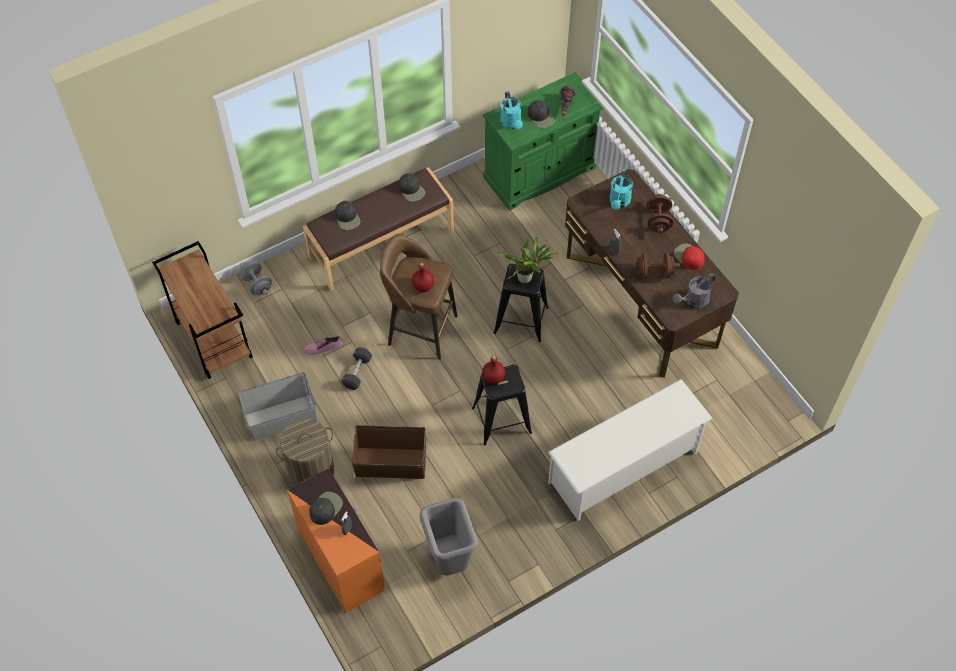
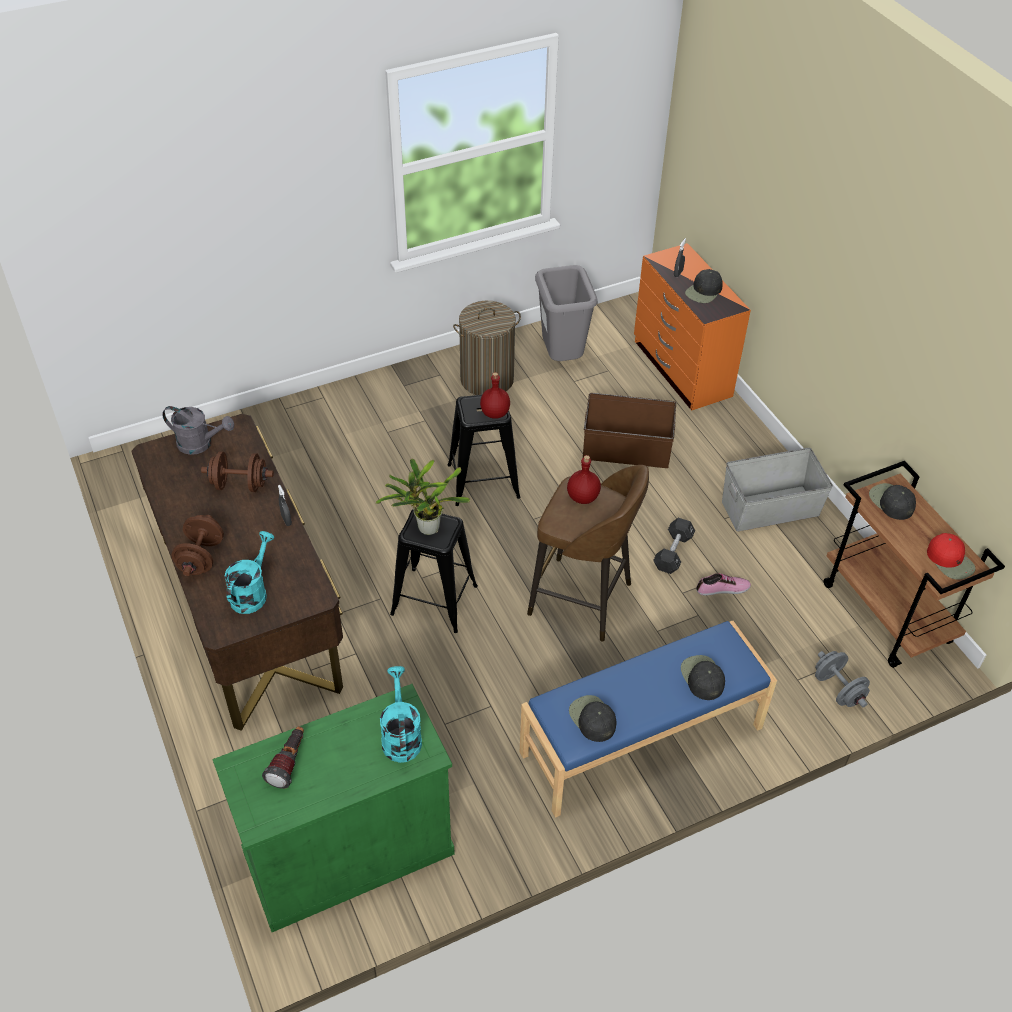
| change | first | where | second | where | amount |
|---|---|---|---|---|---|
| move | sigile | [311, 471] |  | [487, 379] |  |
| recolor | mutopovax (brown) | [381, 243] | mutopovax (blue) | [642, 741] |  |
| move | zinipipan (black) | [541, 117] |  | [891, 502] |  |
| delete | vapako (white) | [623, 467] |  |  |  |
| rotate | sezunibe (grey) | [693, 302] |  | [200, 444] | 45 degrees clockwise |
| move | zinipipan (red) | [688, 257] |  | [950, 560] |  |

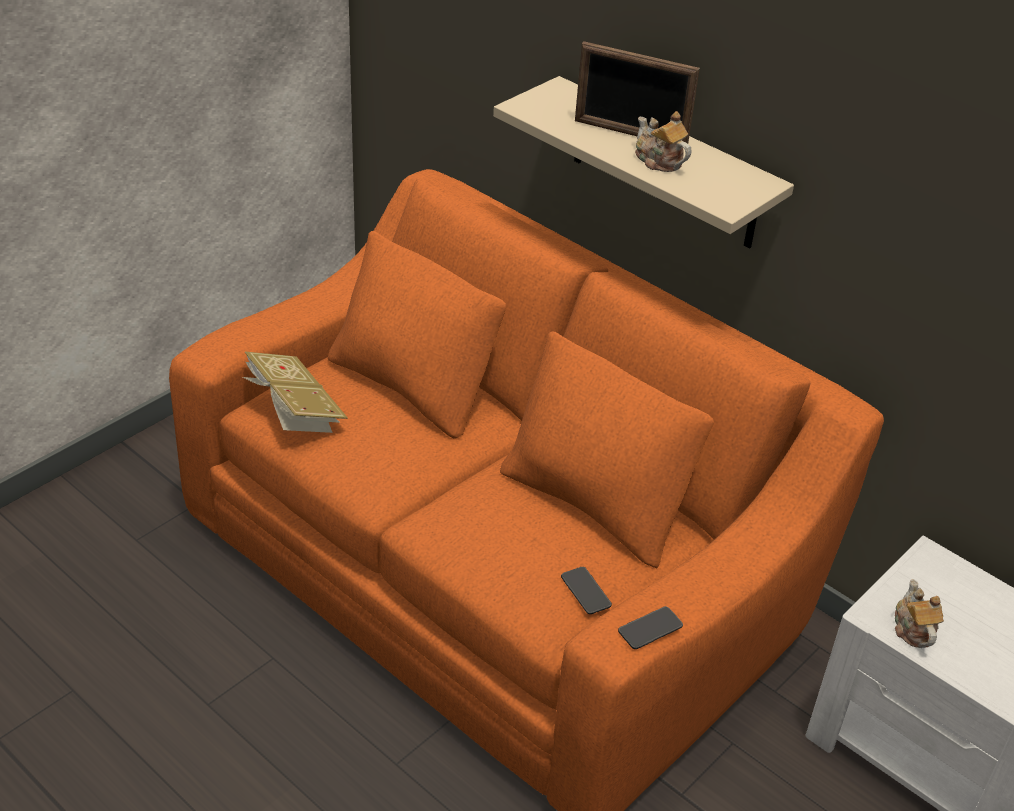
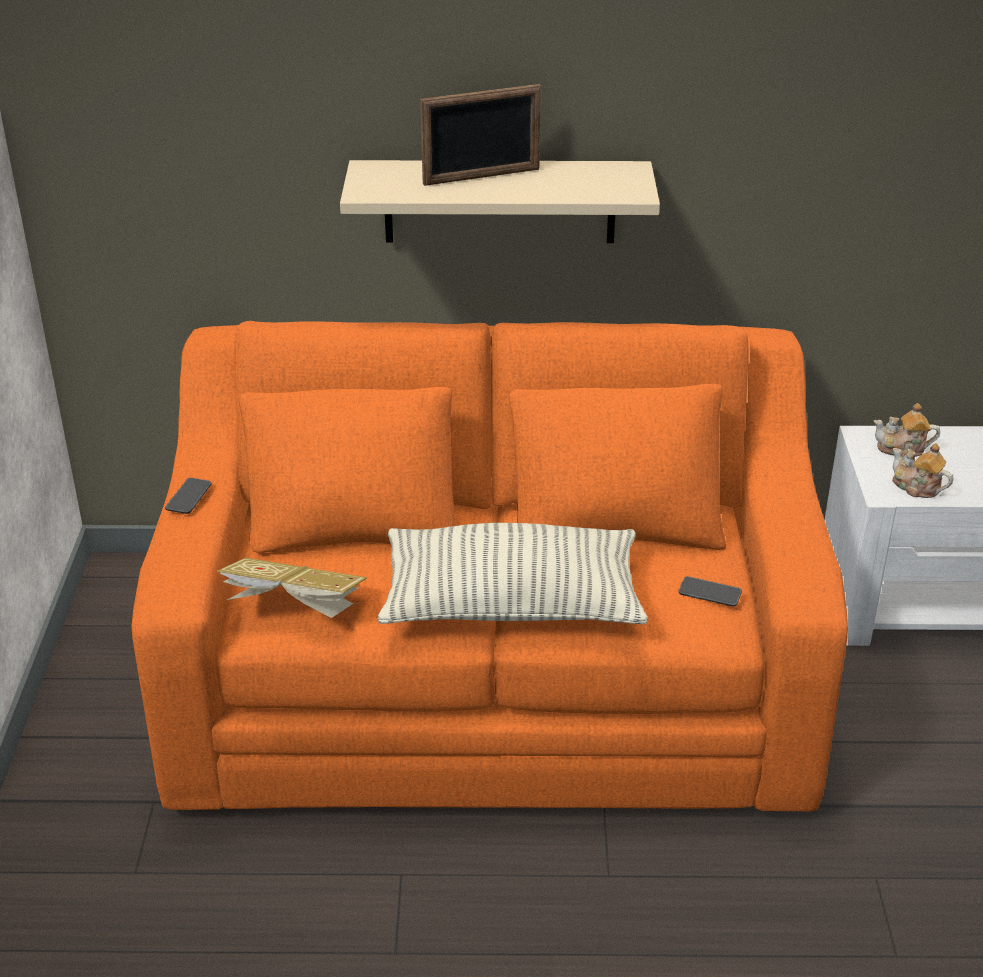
| change | first | where | second | where | amount |
|---|---|---|---|---|---|
| move | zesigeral | [650, 629] |  | [188, 497] |  |
| move | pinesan | [658, 161] |  | [902, 449] |  |
| insert |  |  | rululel | [512, 605] |  |

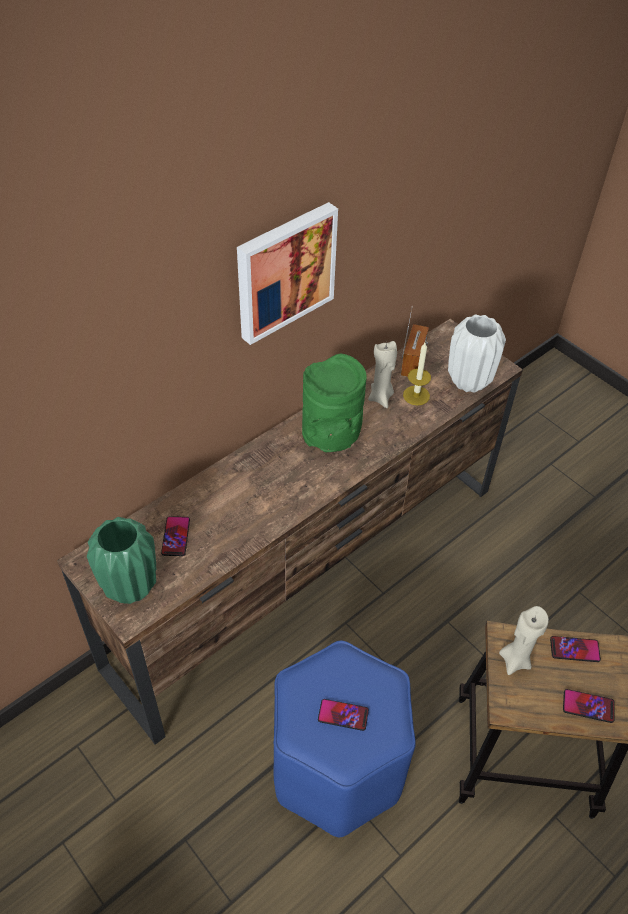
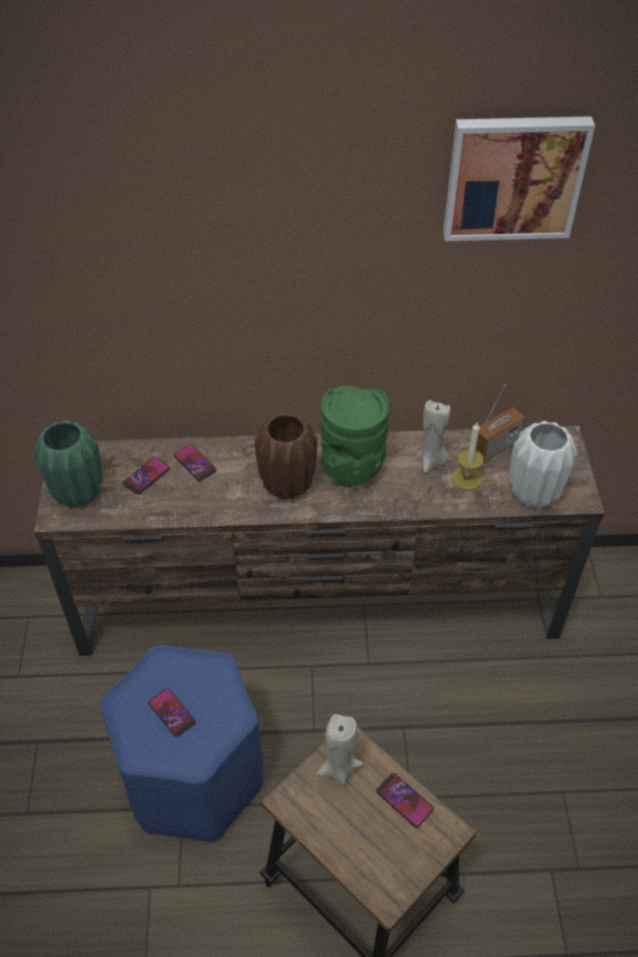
| change | first | where | second | where | amount |
|---|---|---|---|---|---|
| move | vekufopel | [284, 271] |  | [513, 176] |  |
| move | zesigeral | [588, 706] |  | [195, 463] |  |
| insert |  |  | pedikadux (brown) | [288, 486] |  |

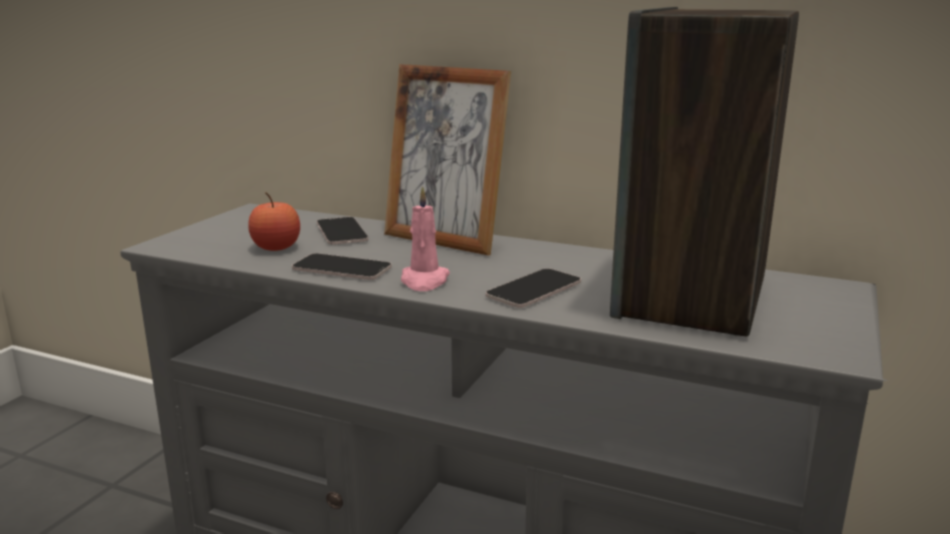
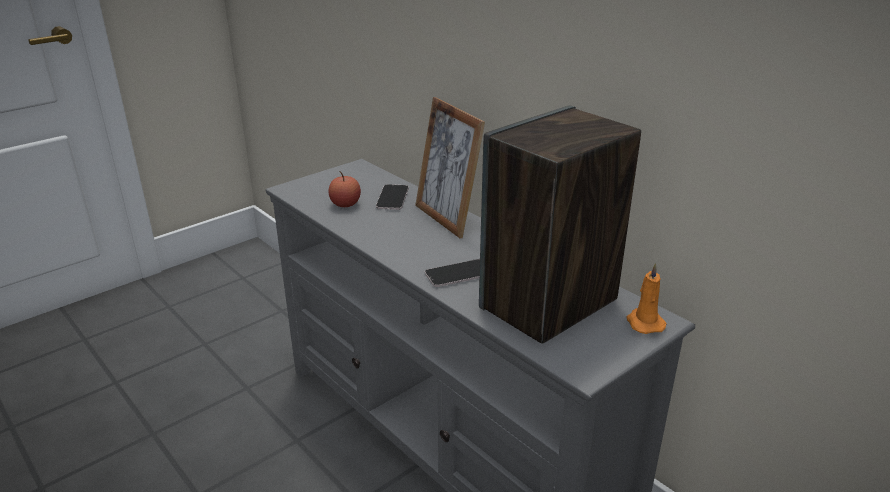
| change | first | where | second | where | amount |
|---|---|---|---|---|---|
| delete | zesigeral | [342, 268] |  |  |  |
| delete | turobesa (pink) | [424, 281] |  |  |  |
| insert |  |  | turobesa (orange) | [644, 322] |  |

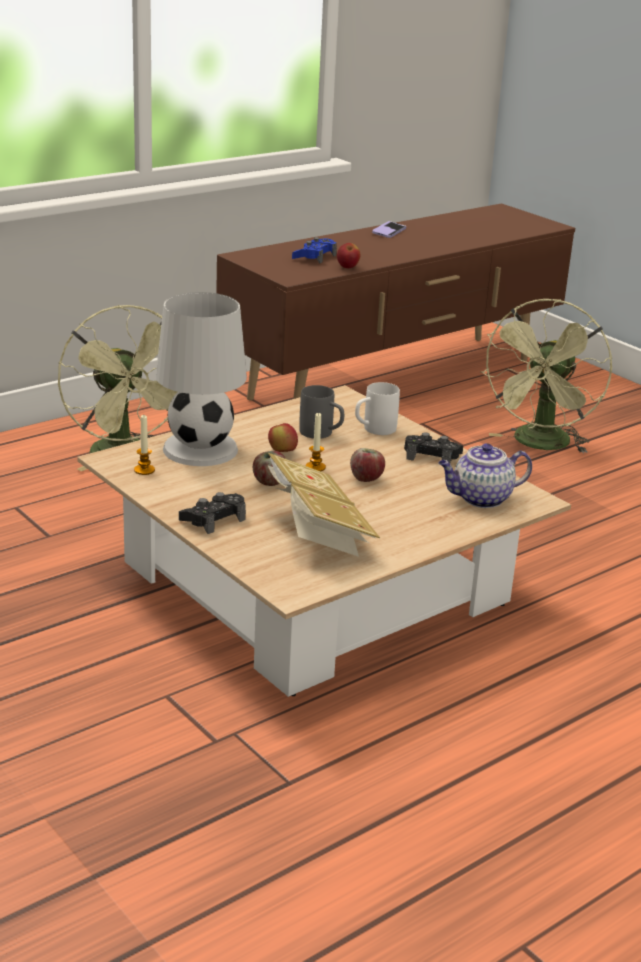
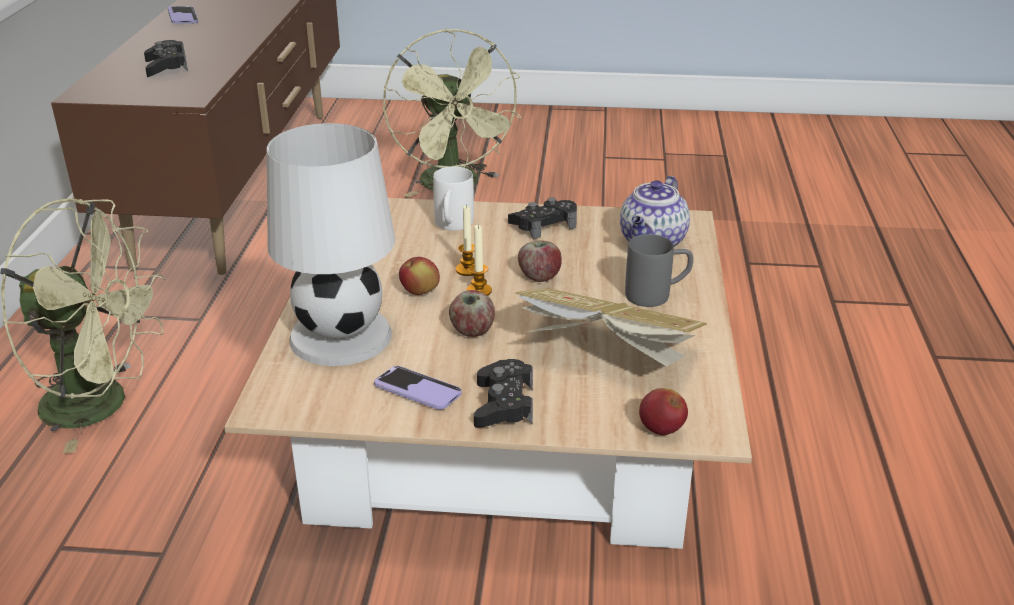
| change | first | where | second | where | amount |
|---|---|---|---|---|---|
| move | turobesa | [144, 470] |  | [467, 270] |  |
| recolor | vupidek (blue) | [314, 257] | vupidek (black) | [166, 67] |  |
| move | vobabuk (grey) | [322, 434] |  | [657, 295] |  |
| move | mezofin | [347, 267] |  | [661, 430] |  |
| insert |  |  | zesigeral | [418, 390] |  |

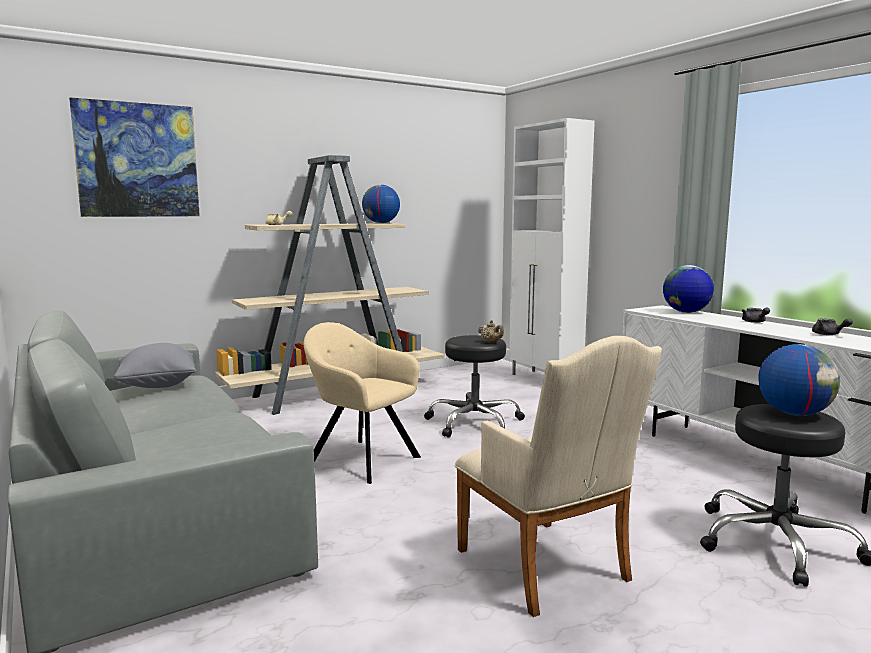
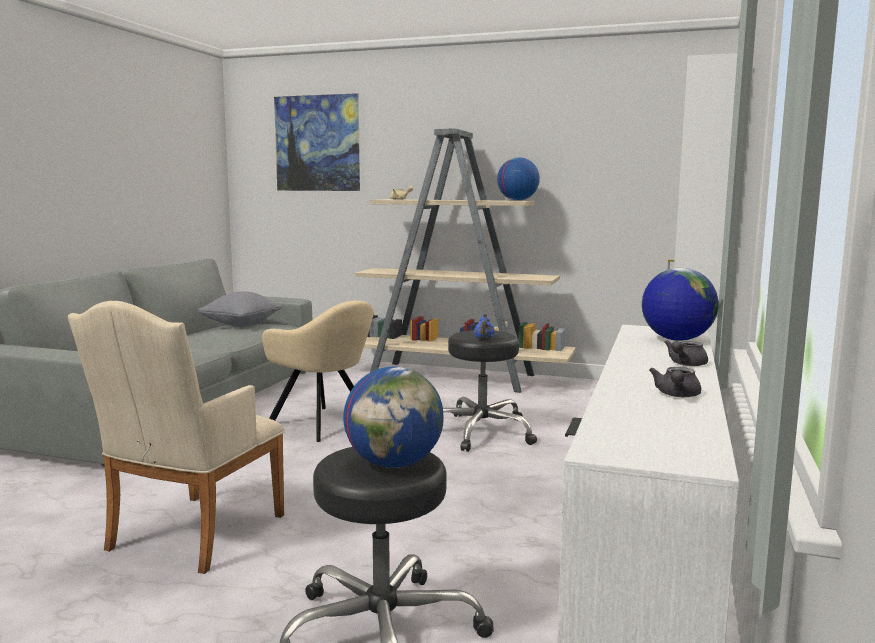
| change | first | where | second | where | amount |
|---|---|---|---|---|---|
| rotate | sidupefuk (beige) | [360, 459] |  | [324, 424] | 135 degrees clockwise |
| recolor | pinesan (beige) | [491, 342] | pinesan (blue) | [484, 340] |  |

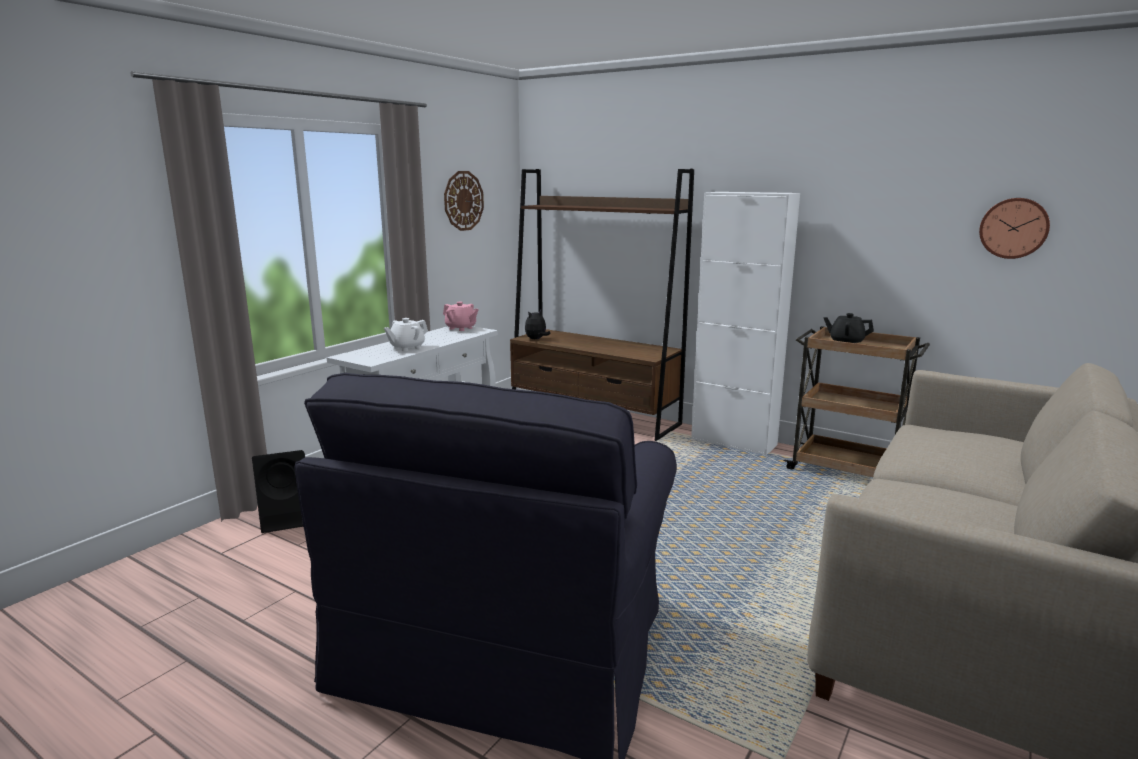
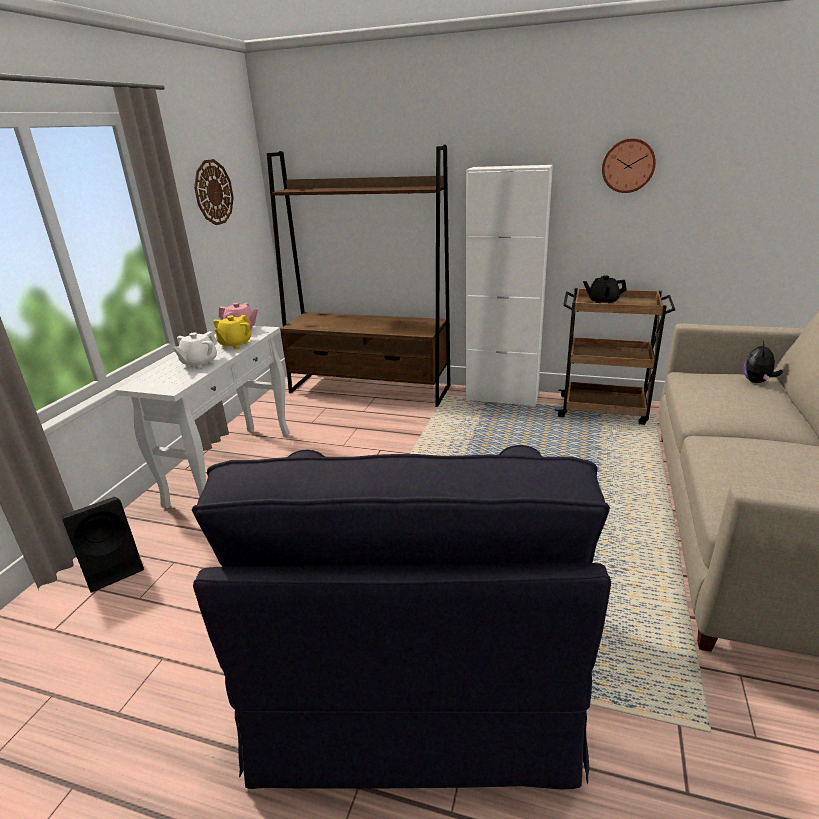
| change | first | where | second | where | amount |
|---|---|---|---|---|---|
| move | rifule | [536, 339] |  | [757, 382] |  |
| move | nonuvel | [1014, 228] |  | [628, 165] |  |
| insert |  |  | pinesan (yellow) | [235, 344] |  |

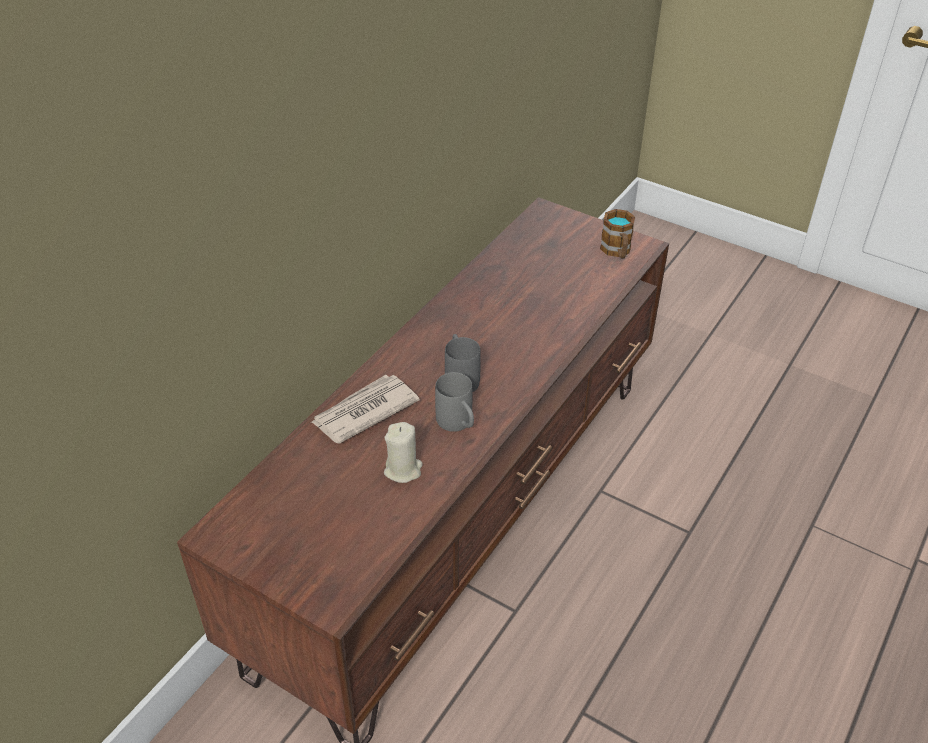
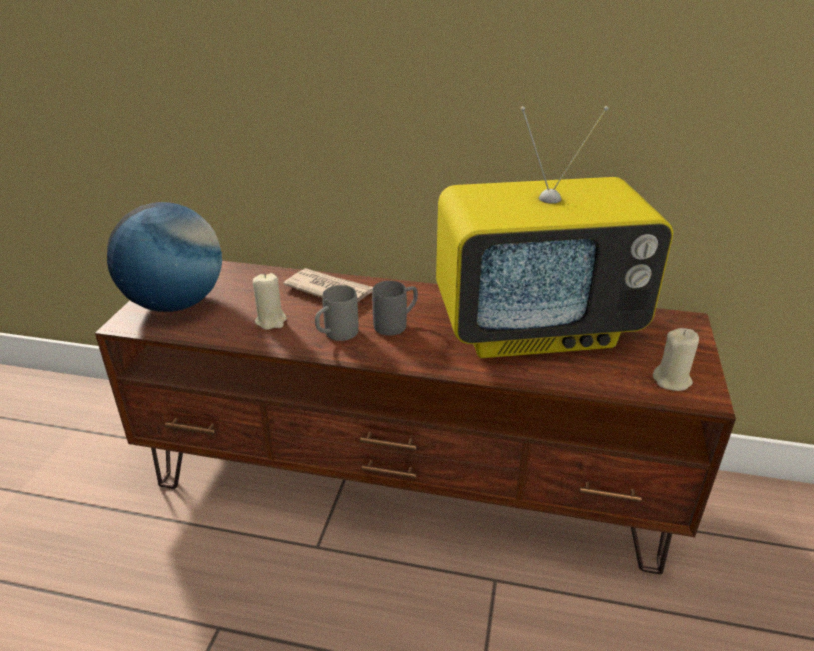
| change | first | where | second | where | amount |
|---|---|---|---|---|---|
| replace | vobabuk | [617, 251] | turobesa (beige) | [672, 380] |  |
| insert |  |  | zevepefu | [175, 303] |  |
| insert |  |  | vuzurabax | [536, 328] |  |

